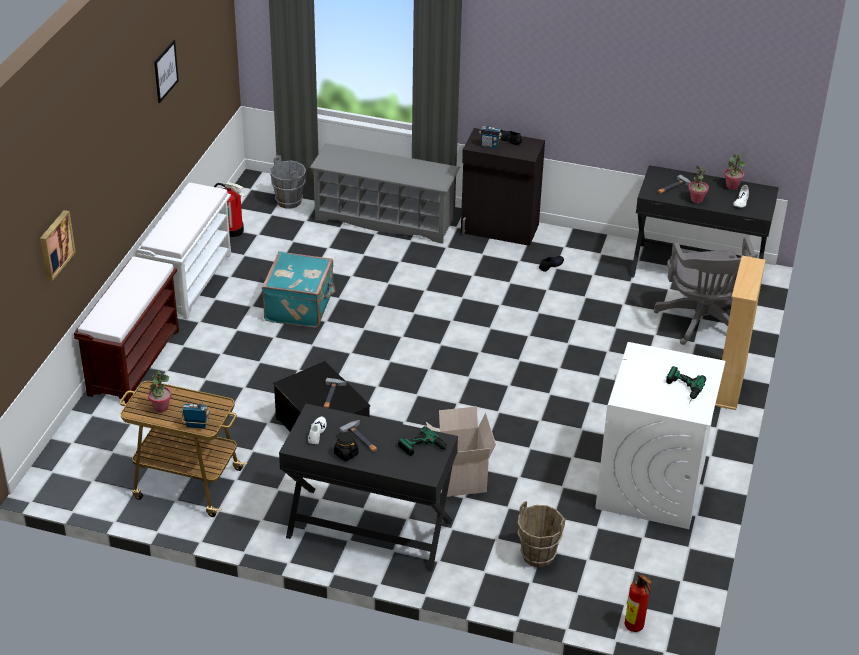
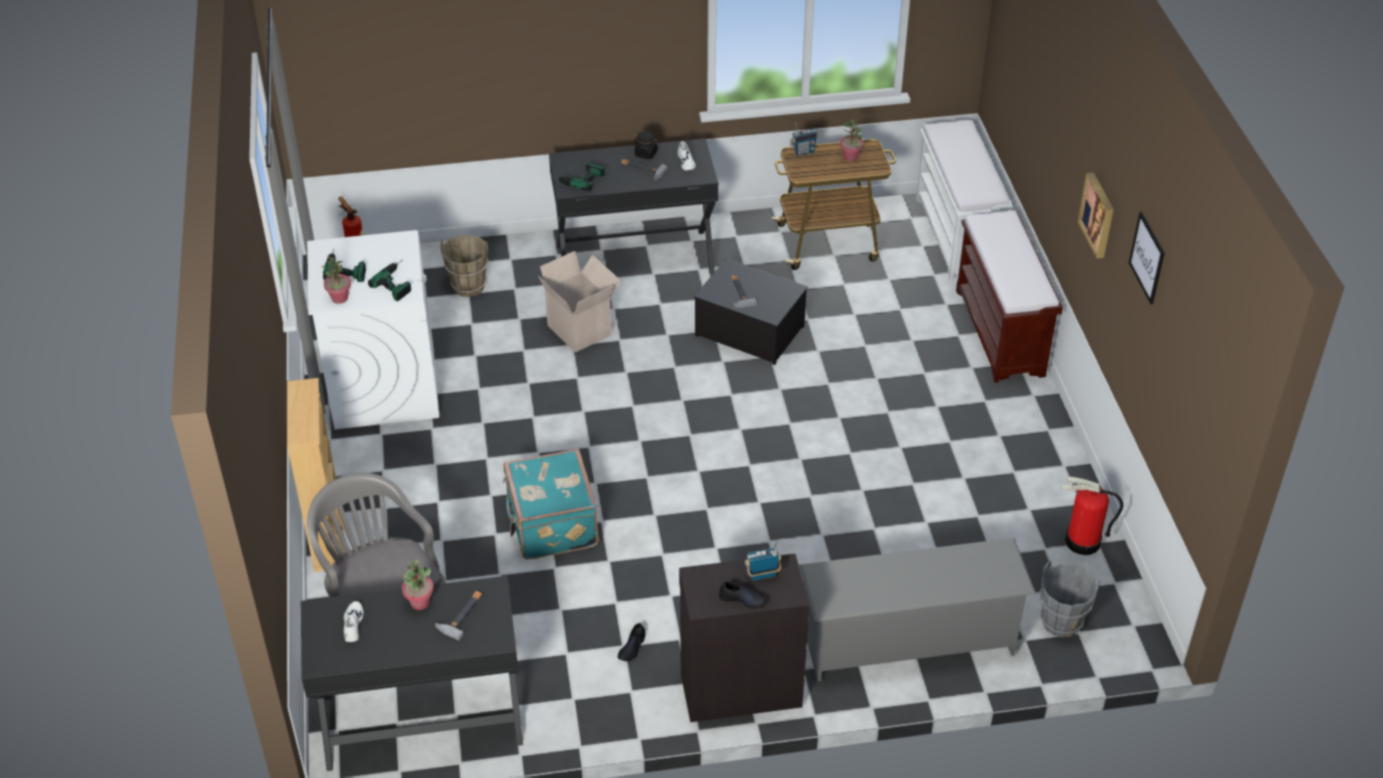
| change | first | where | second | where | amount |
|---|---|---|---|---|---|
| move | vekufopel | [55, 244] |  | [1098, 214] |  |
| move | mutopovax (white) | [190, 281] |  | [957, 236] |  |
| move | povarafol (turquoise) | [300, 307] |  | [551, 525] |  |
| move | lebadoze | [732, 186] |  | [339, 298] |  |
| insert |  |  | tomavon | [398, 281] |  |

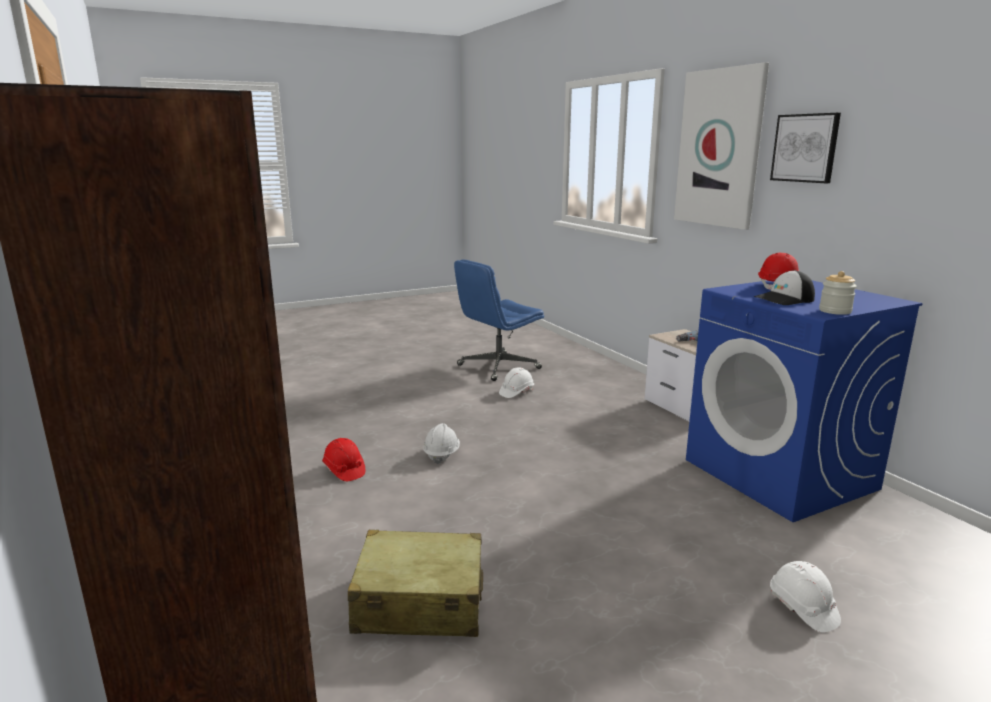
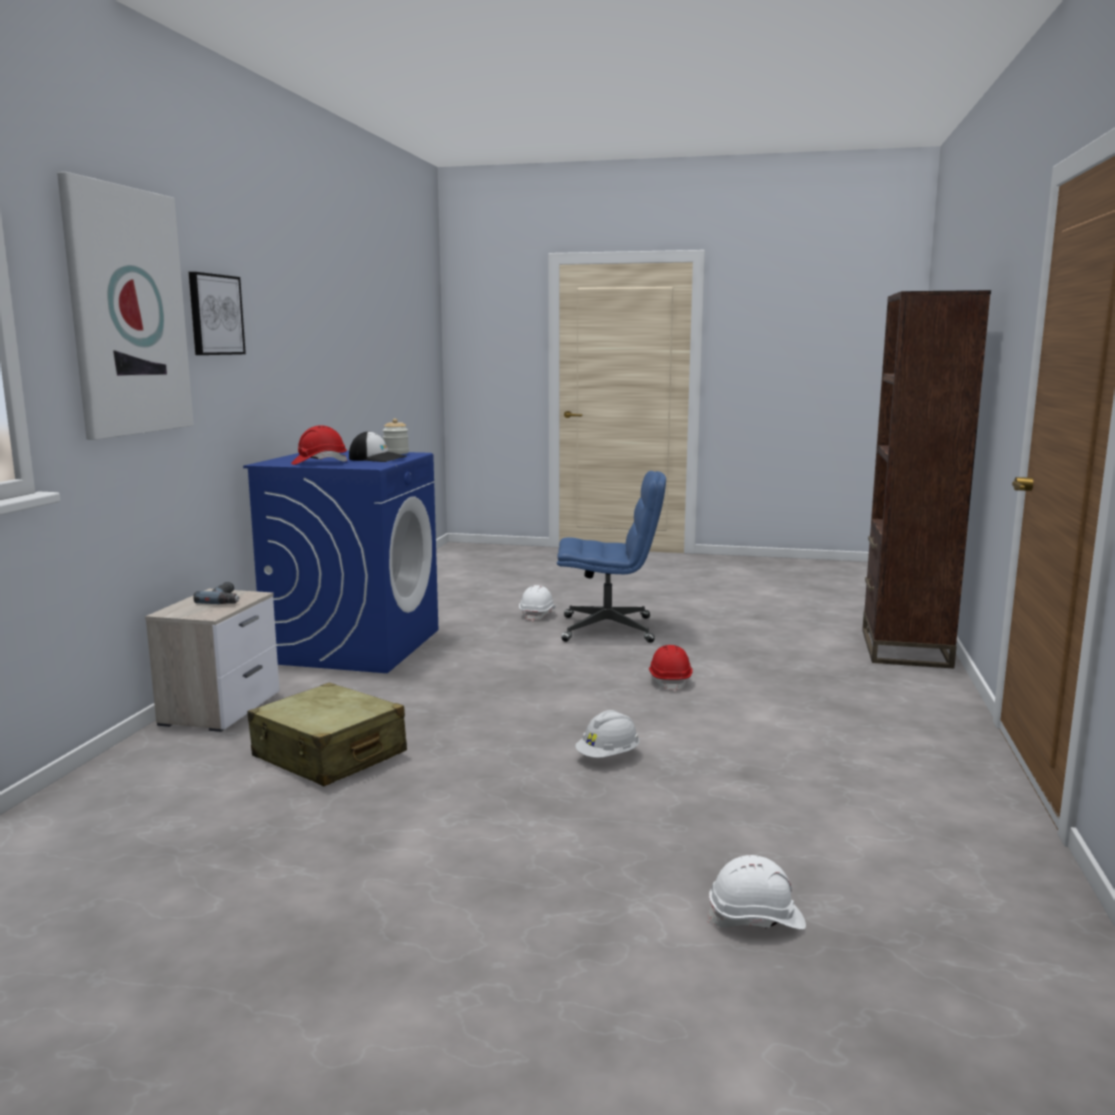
| change | first | where | second | where | amount |
|---|---|---|---|---|---|
| move | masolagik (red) | [344, 470] |  | [670, 681] |  |
| move | povarafol (beige) | [419, 602] |  | [329, 755] |  |
| move | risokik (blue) | [498, 367] |  | [609, 629] |  |
| move | masolagik (white) | [516, 392] |  | [756, 919] |  |

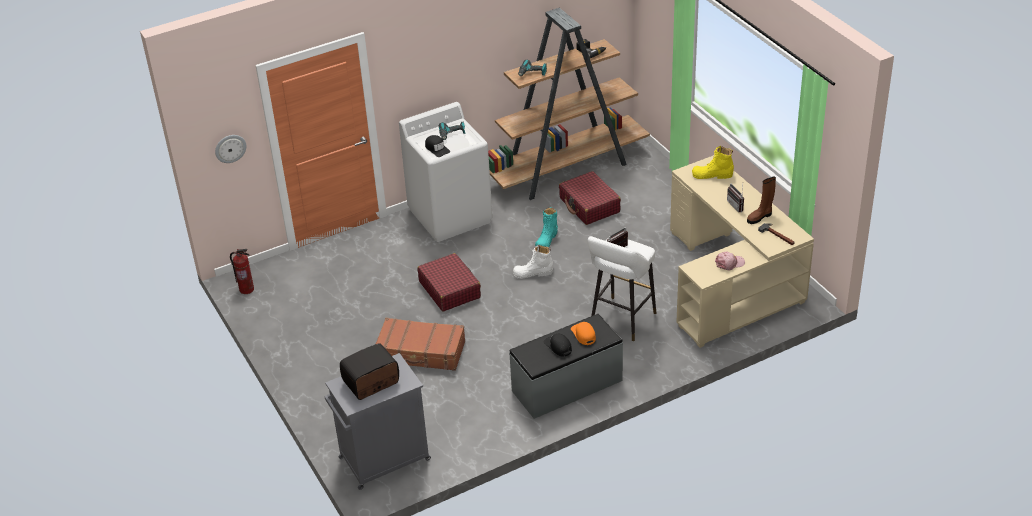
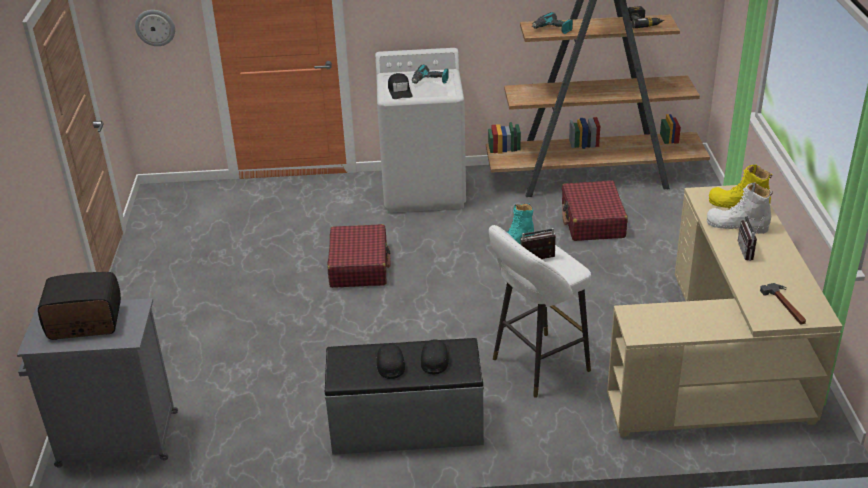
| change | first | where | second | where | amount |
|---|---|---|---|---|---|
| delete | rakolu | [247, 289] |  |  |  |
| delete | povarafol (brown) | [421, 352] |  |  |  |
| move | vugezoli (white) | [533, 273] |  | [737, 225] |  |
| recolor | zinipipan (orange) | [583, 334] | zinipipan (black) | [434, 358] |  |
| delete | zinipipan (pink) | [729, 263] |  |  |  |
| delete | vugezoli (brown) | [760, 217] |  |  |  |

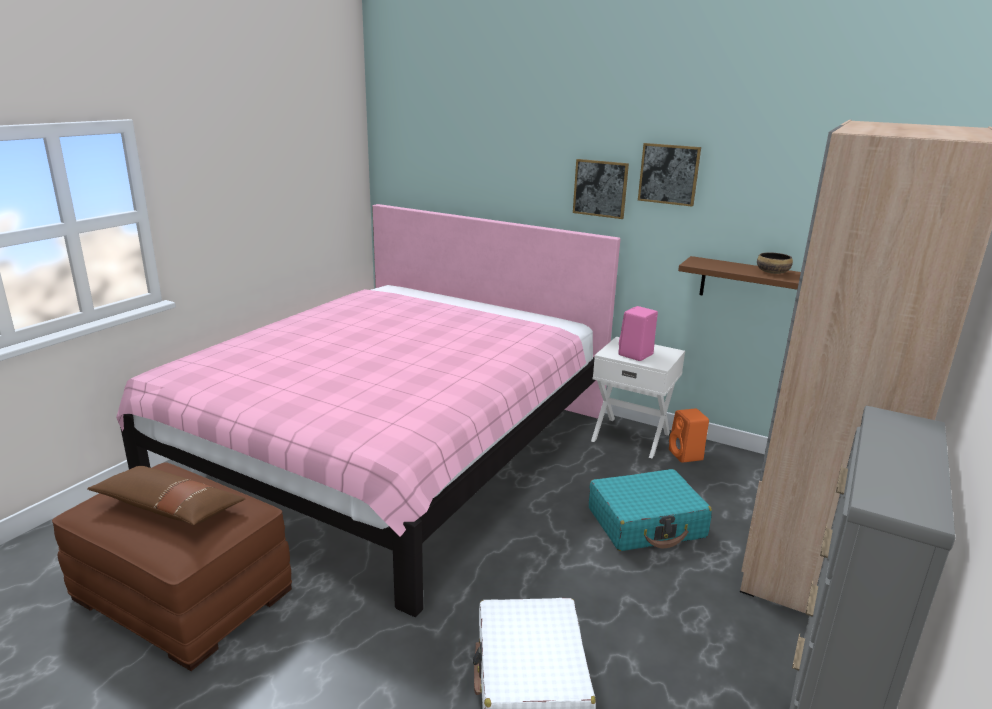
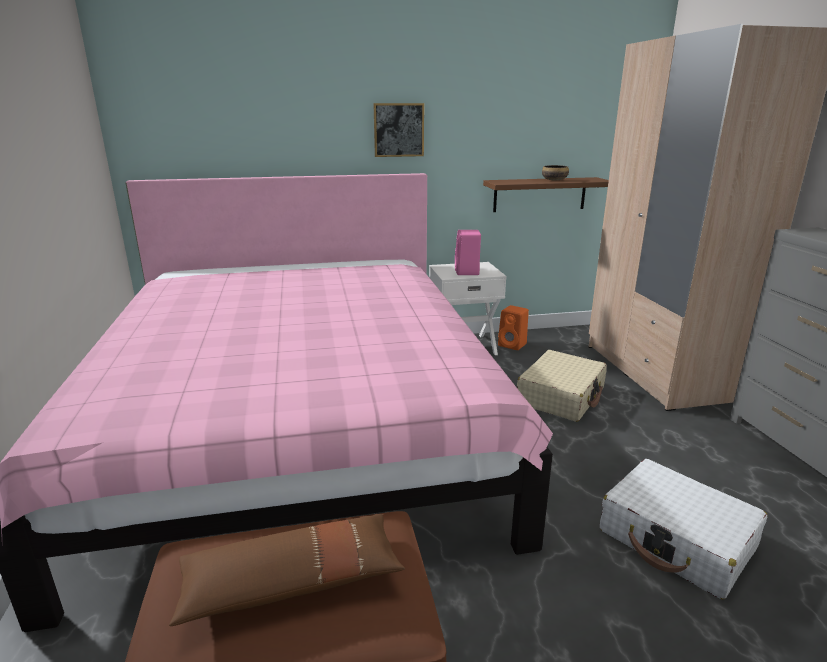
| change | first | where | second | where | amount |
|---|---|---|---|---|---|
| recolor | povarafol (turquoise) | [646, 523] | povarafol (beige) | [561, 396] |  |
| delete | vekufopel | [669, 174] |  |  |  |

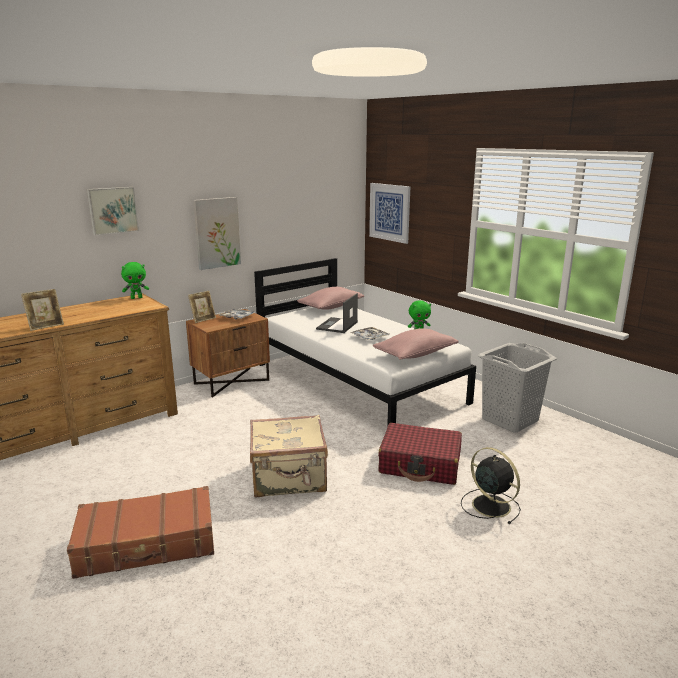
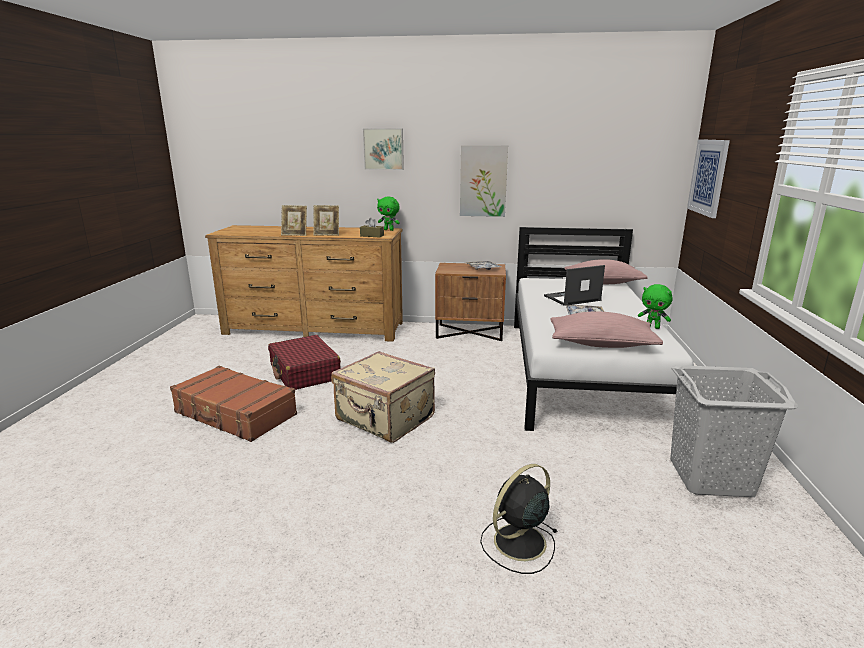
| change | first | where | second | where | amount |
|---|---|---|---|---|---|
| move | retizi | [203, 319] |  | [327, 234] |  |
| move | povarafol (red) | [420, 464] |  | [304, 373] |  |
| rotate | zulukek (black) | [489, 505] |  | [518, 543] | 135 degrees counterclockwise |
| insert |  |  | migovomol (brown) | [372, 236] |  |

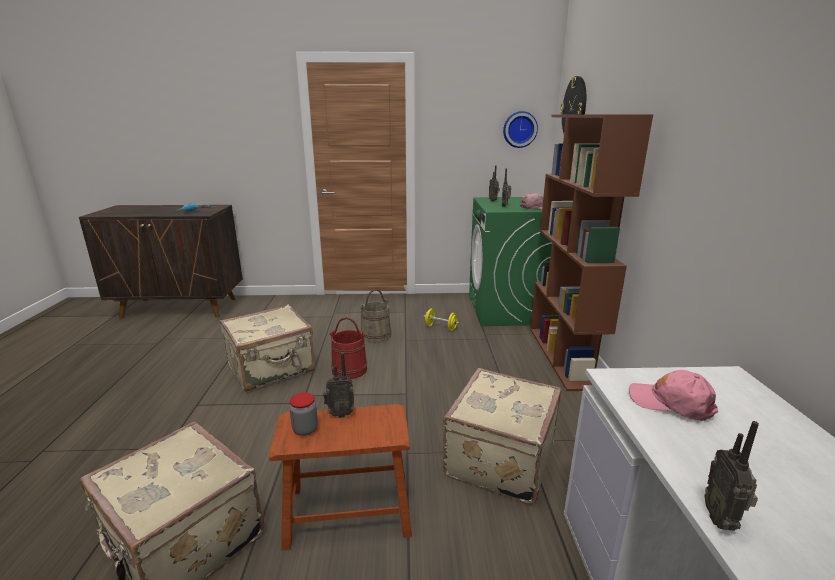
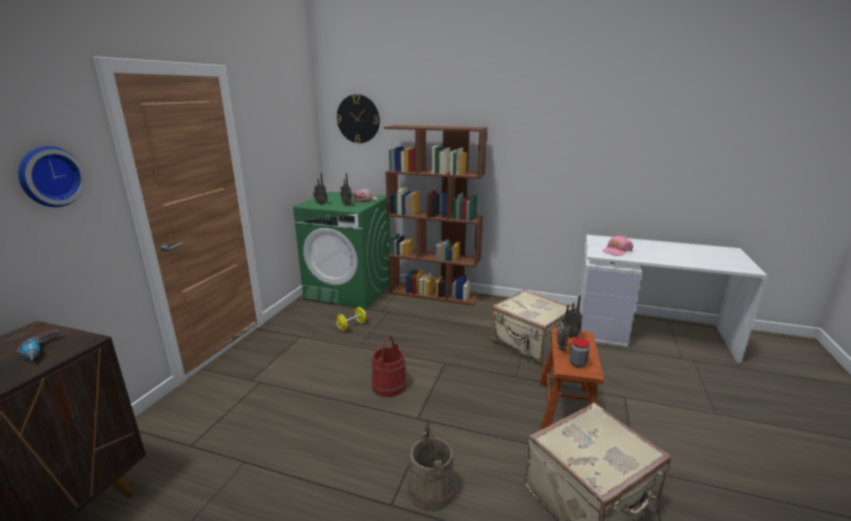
| change | first | where | second | where | amount |
|---|---|---|---|---|---|
| delete | povarafol (beige) | [272, 369] |  |  |  |
| move | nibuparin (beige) | [376, 335] |  | [431, 490] |  |
| move | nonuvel | [519, 129] |  | [49, 176] |  |
| move | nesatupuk | [721, 519] |  | [570, 335] |  |

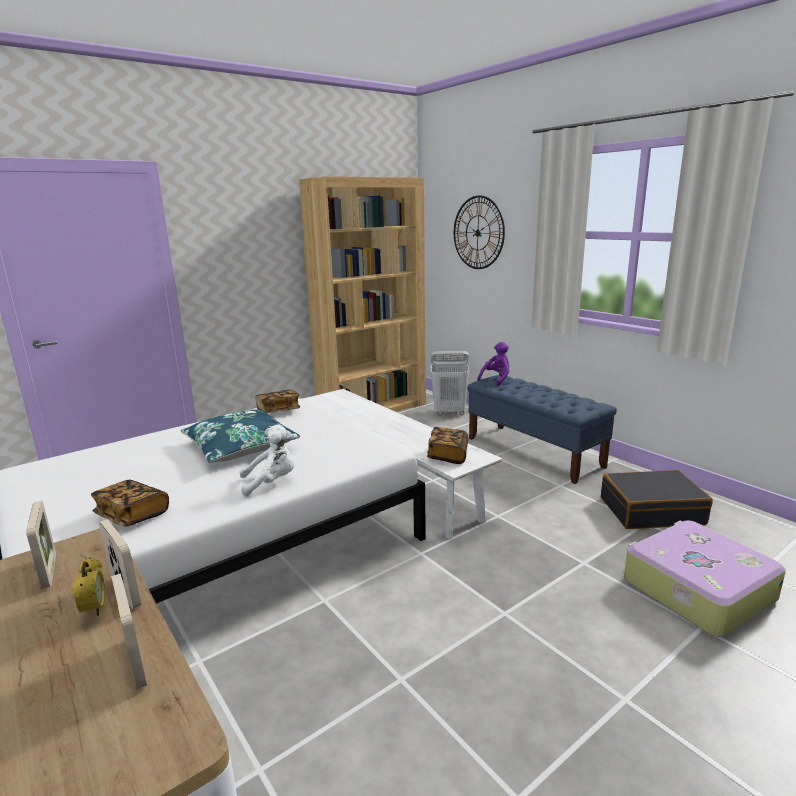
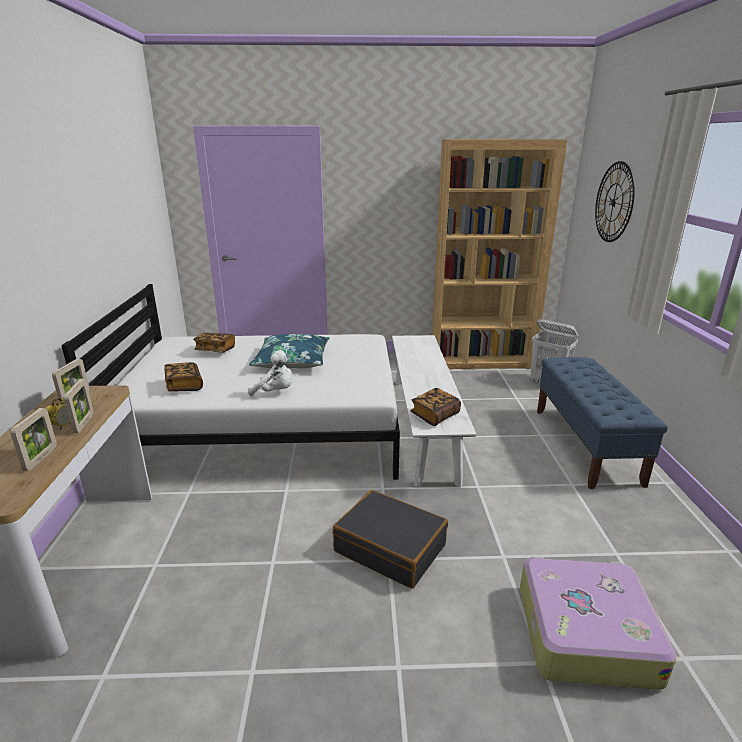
| change | first | where | second | where | amount |
|---|---|---|---|---|---|
| move | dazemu | [278, 411] |  | [215, 350] |  |
| delete | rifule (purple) | [496, 380] |  |  |  |
| move | povarafol (black) | [651, 511] |  | [390, 548] |  |

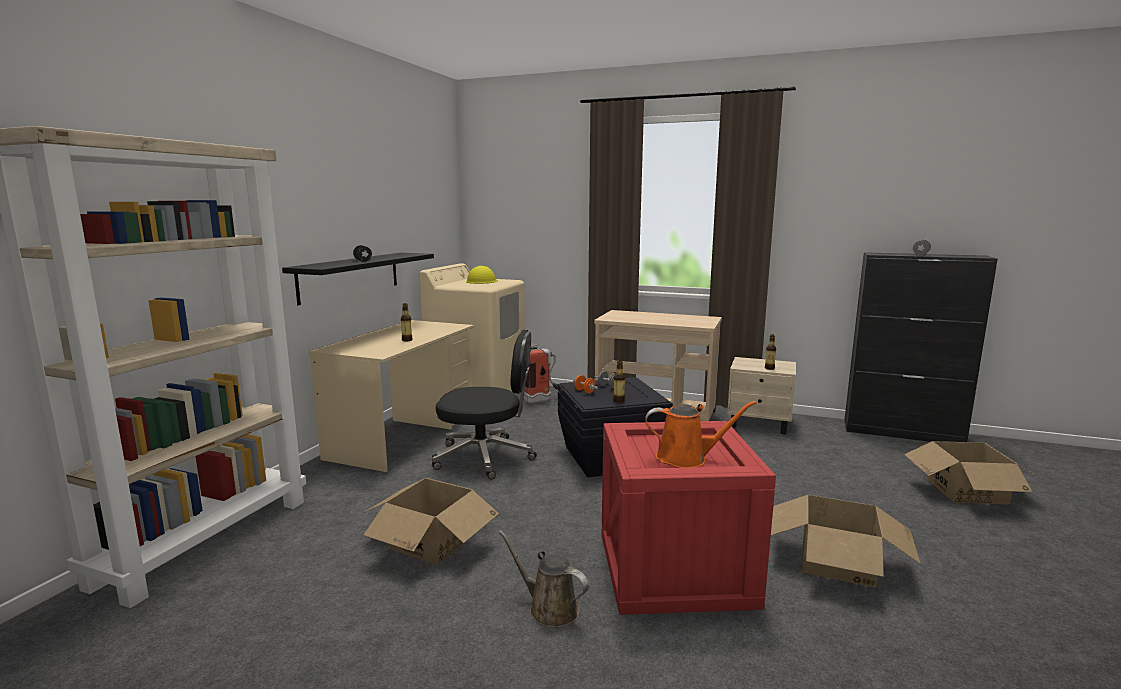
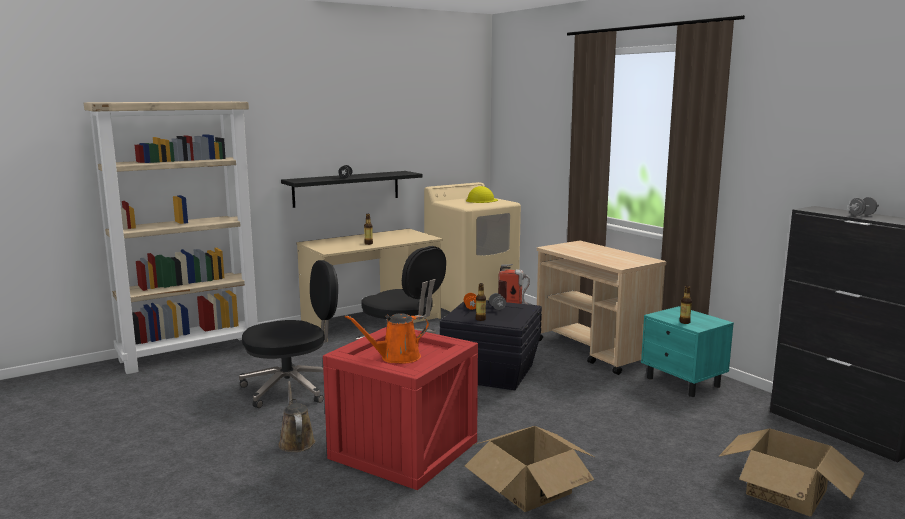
| change | first | where | second | where | amount |
|---|---|---|---|---|---|
| replace | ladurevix | [433, 541] | risokik (black) | [292, 388] |  |
| rotate | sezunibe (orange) | [686, 458] |  | [396, 357] | 120 degrees clockwise |
| recolor | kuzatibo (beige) | [760, 424] | kuzatibo (turquoise) | [683, 382] |  |

